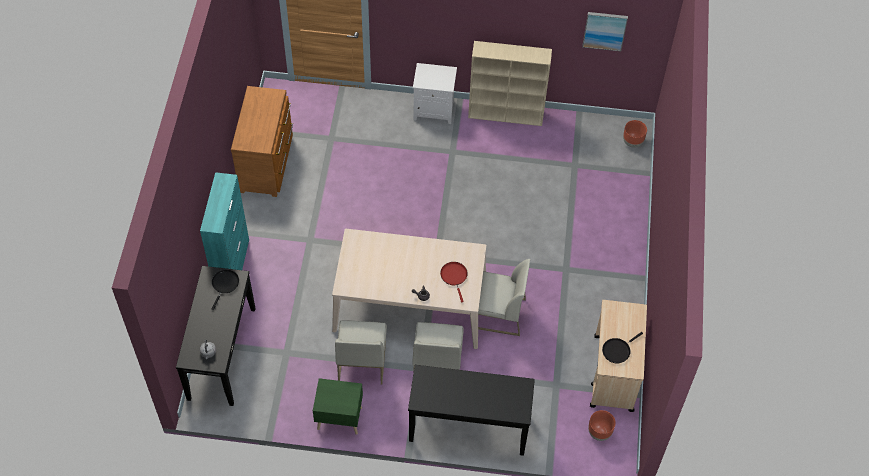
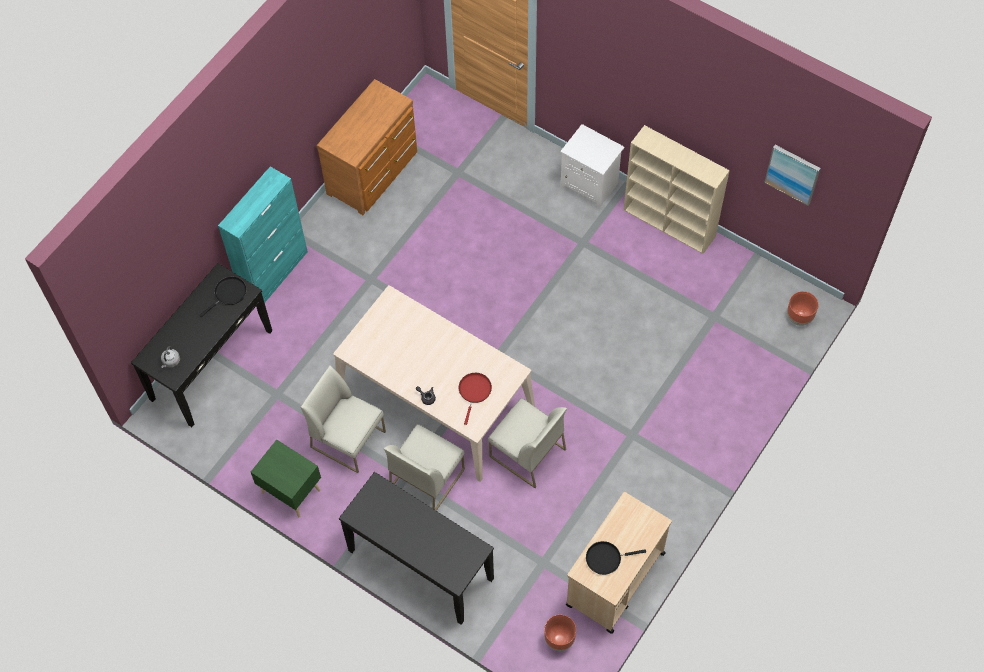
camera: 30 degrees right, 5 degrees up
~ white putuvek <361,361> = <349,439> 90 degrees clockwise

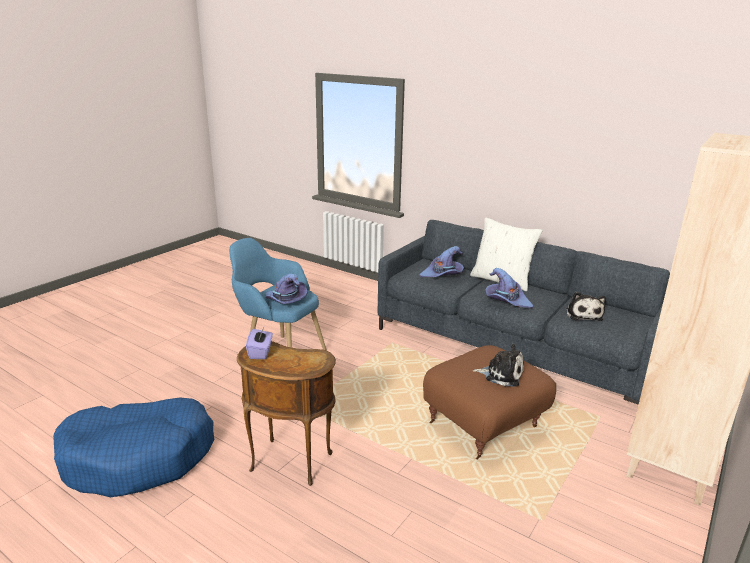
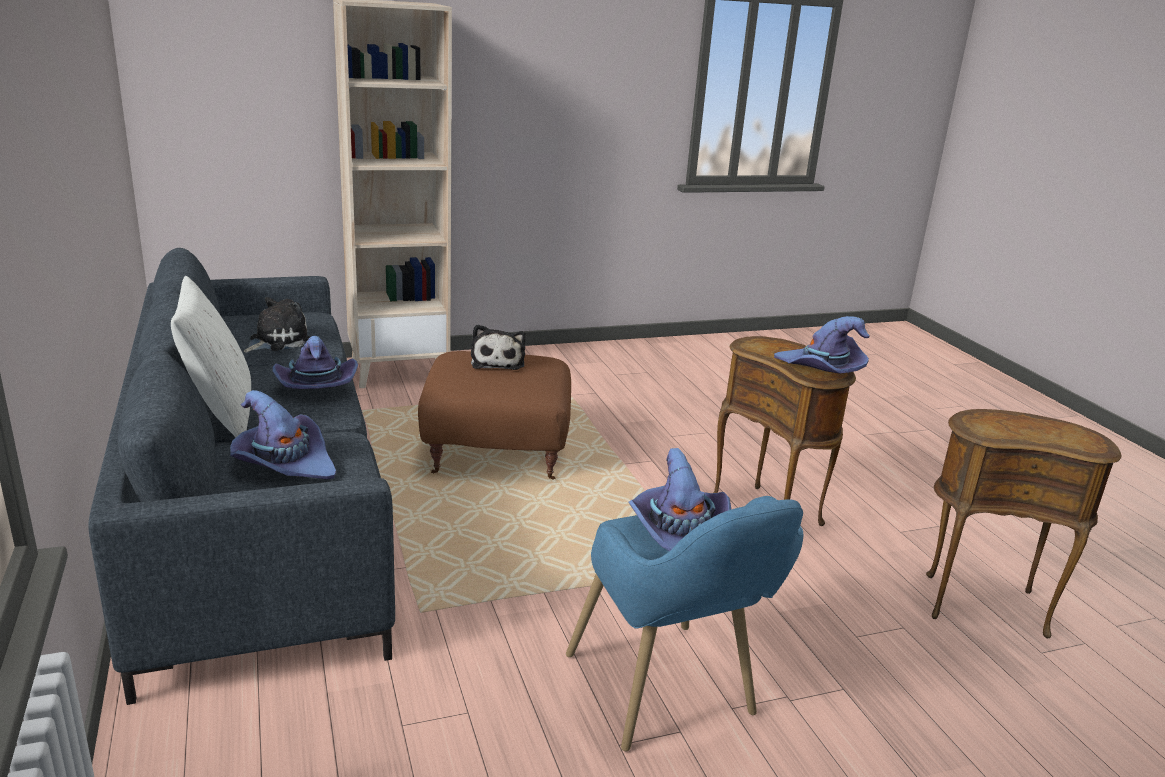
camera: 145 degrees left, 0 degrees up
~ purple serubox <260,352> to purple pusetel <821,370>
~ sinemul <501,374> = <498,361> 150 degrees counterclockwise
~ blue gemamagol <139,457> to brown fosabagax <982,602>

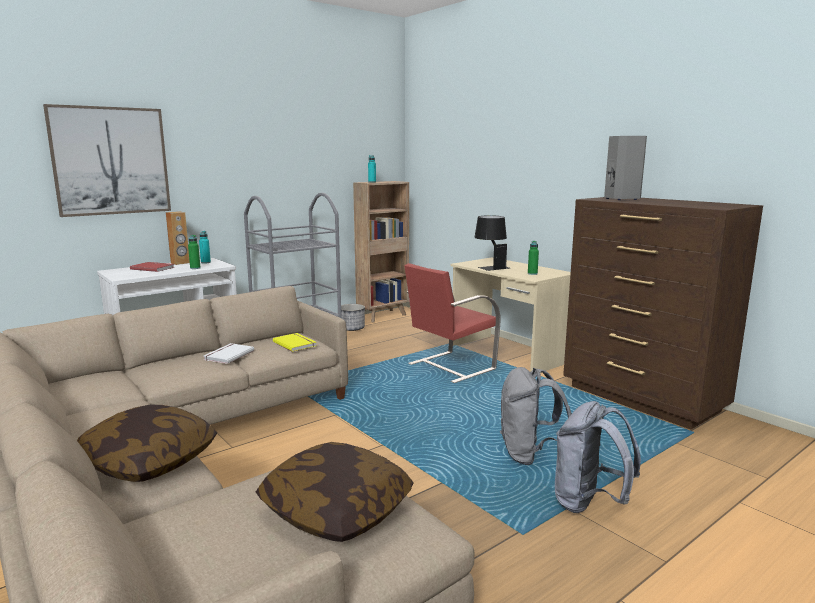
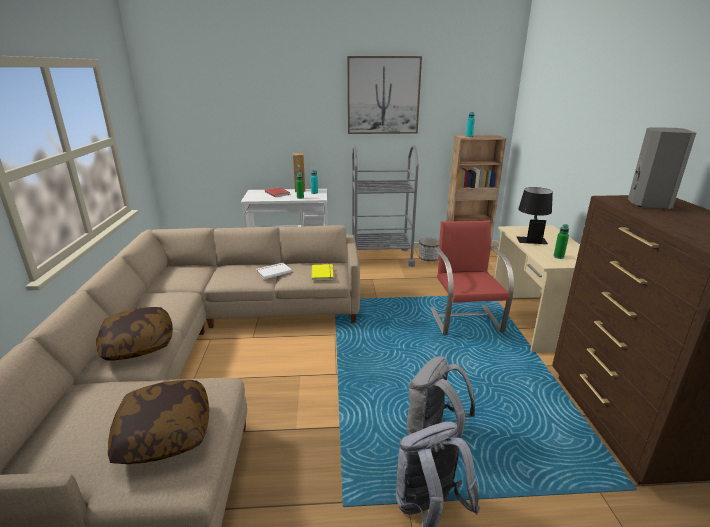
camera: 35 degrees right, 10 degrees up
~ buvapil <111,161> to <383,96>
~ red putuvek <449,367> = <465,319> 90 degrees clockwise

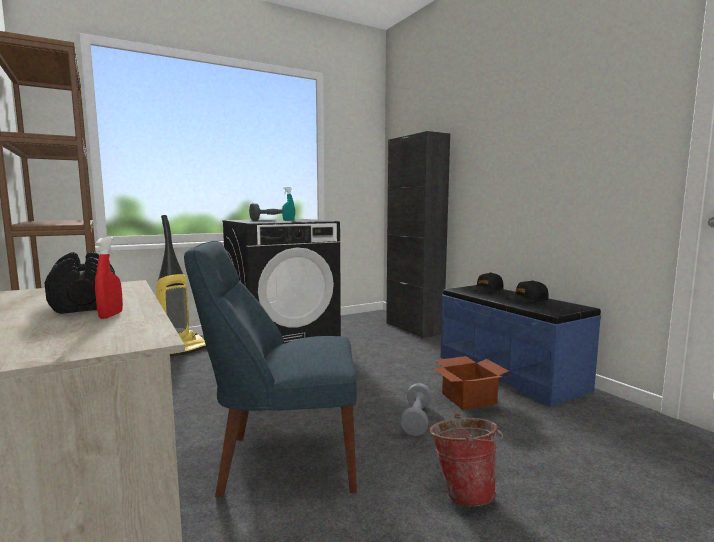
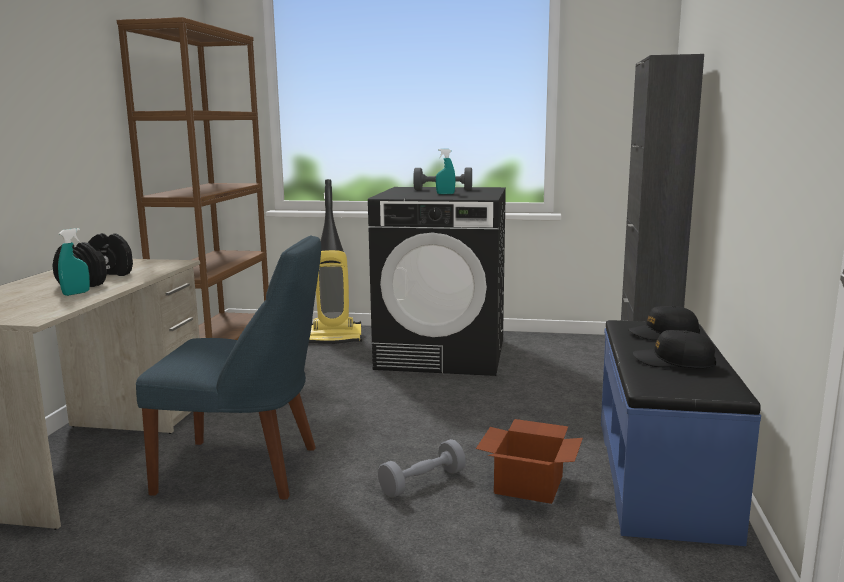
camera: 40 degrees right, 5 degrees up
~ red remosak <111,315> to turquoise remosak <76,293>
~ blue putuvek <282,461> = <246,470> 150 degrees clockwise
- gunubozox <463,492>

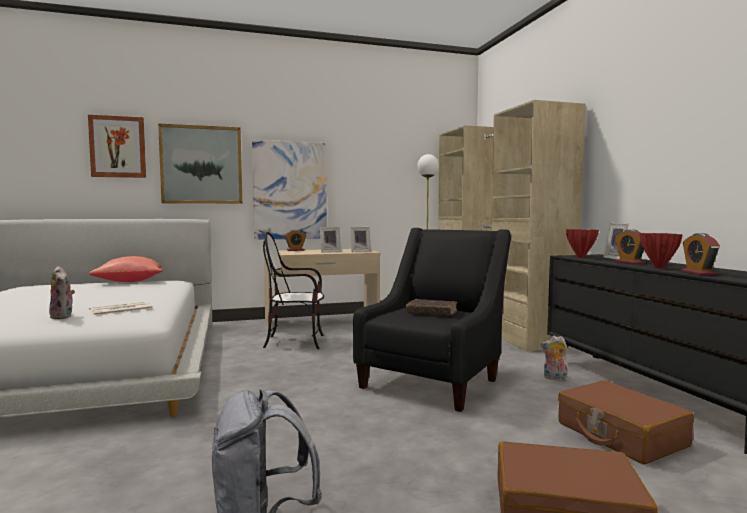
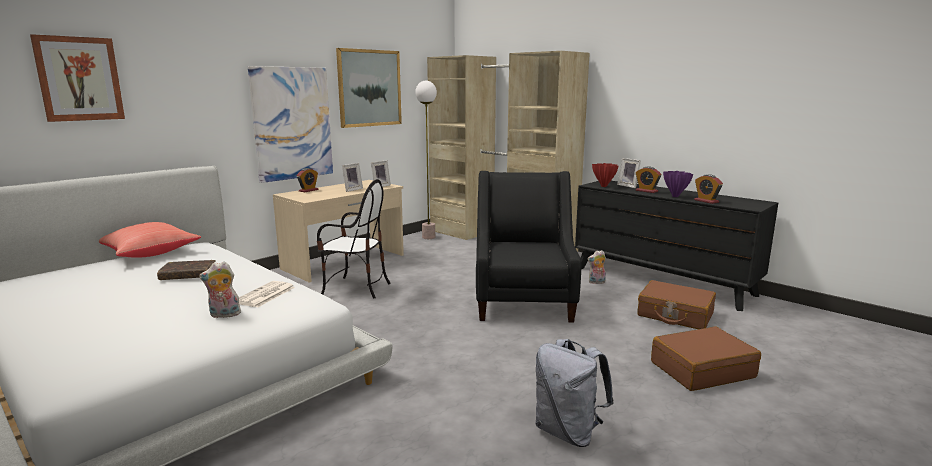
camera: 30 degrees left, 10 degrees up
~ buvapil <201,165> to <369,88>
~ putuvek <295,342> = <355,288> 135 degrees counterclockwise
~ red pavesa <658,268> to purple pavesa <674,196>
~ sinemul <63,316> = <224,315> 150 degrees clockwise
~ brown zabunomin <431,313> to <188,275>

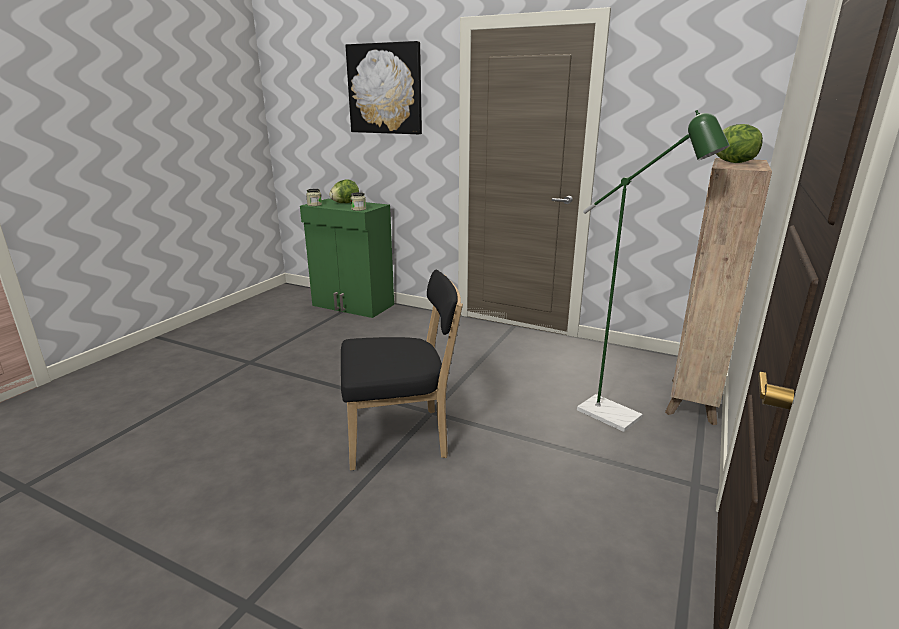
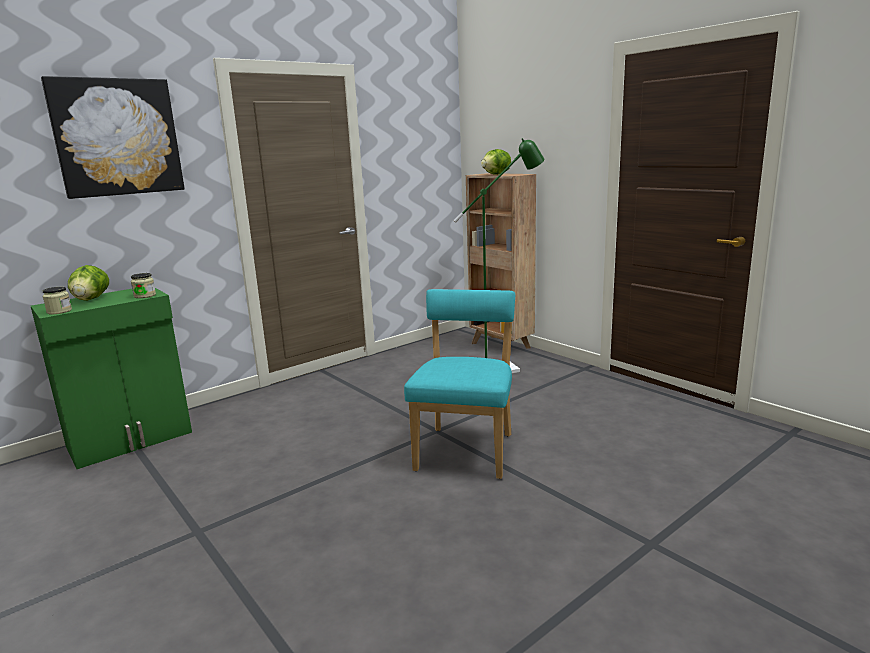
camera: 65 degrees left, 5 degrees down
~ black putuvek <402,437> to turquoise putuvek <466,449>

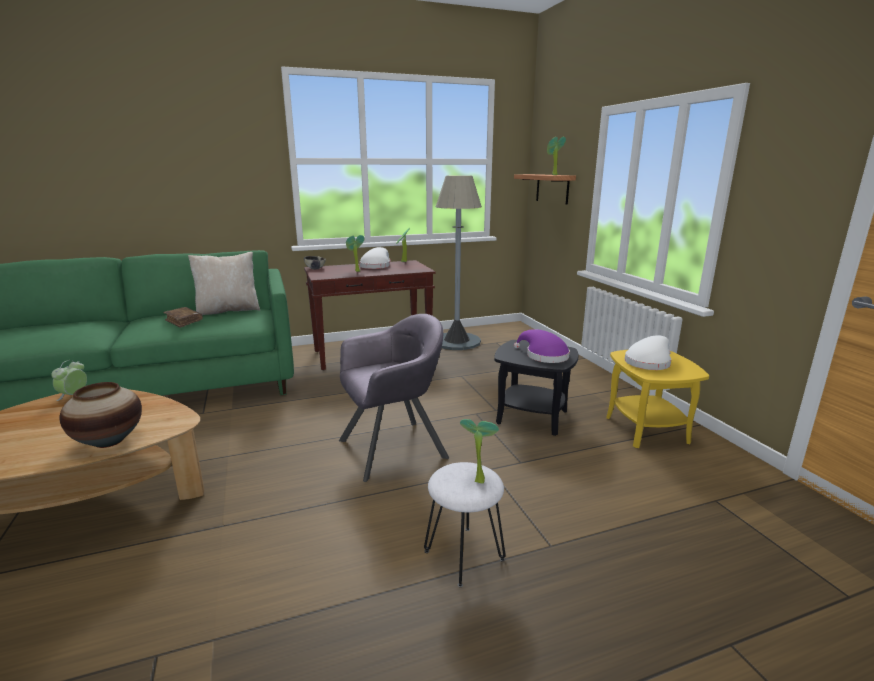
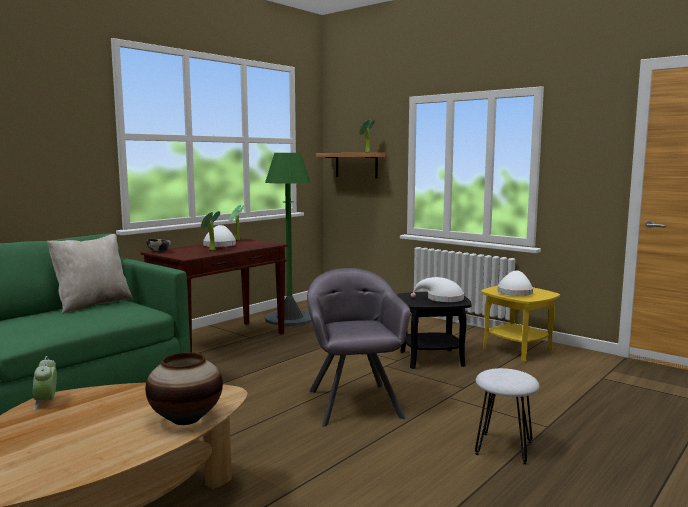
camera: 30 degrees left, 10 degrees down
~ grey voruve <456,341> to green voruve <290,319>
- brown zabunomin <184,321>
~ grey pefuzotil <393,448> = <355,403> 45 degrees counterclockwise
~ purple pusetel <543,356> to white pusetel <441,299>
- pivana <478,479>

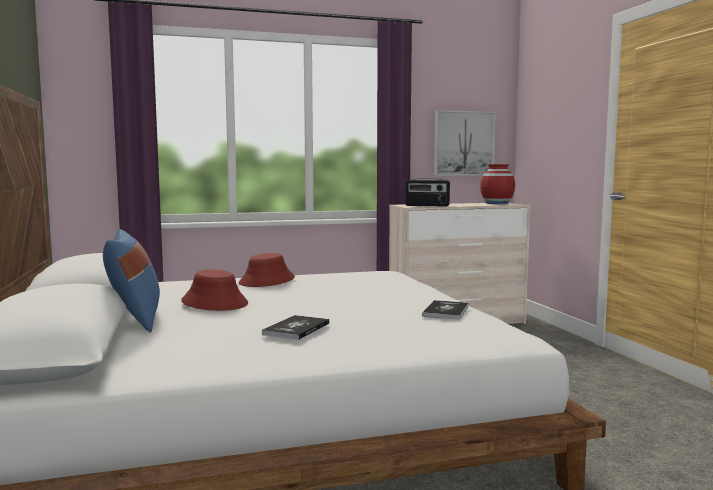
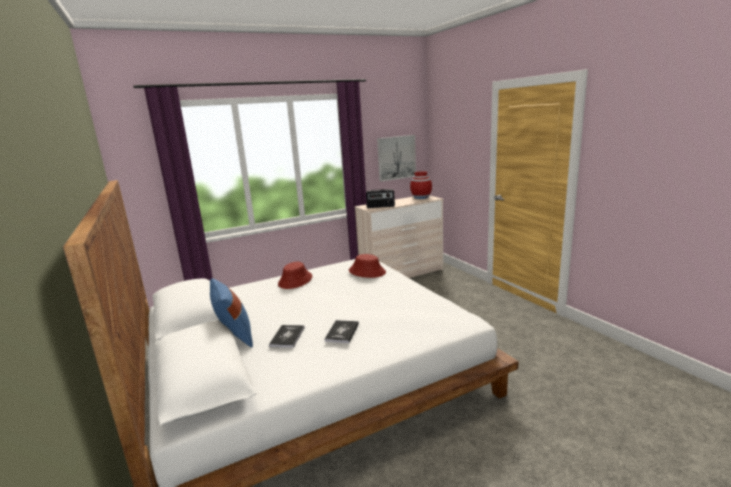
camera: 10 degrees left, 10 degrees up
~ red pusetel <215,303> to <367,271>
~ zabunomin <446,311> to <287,337>

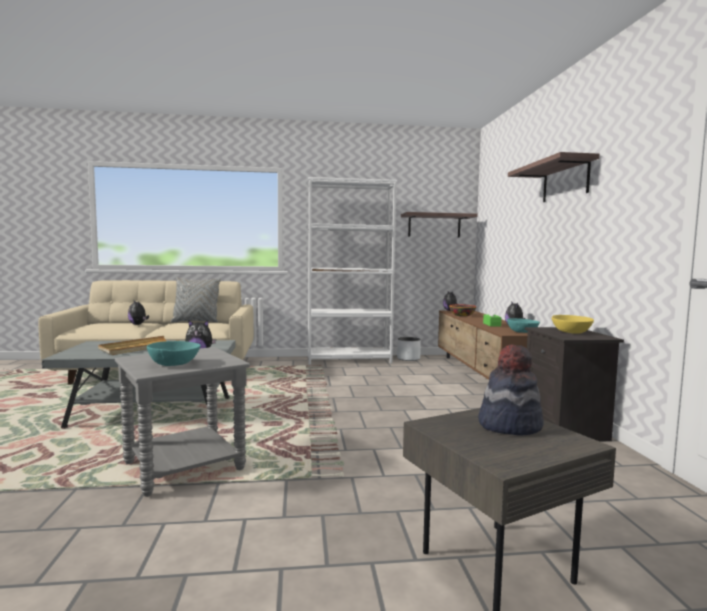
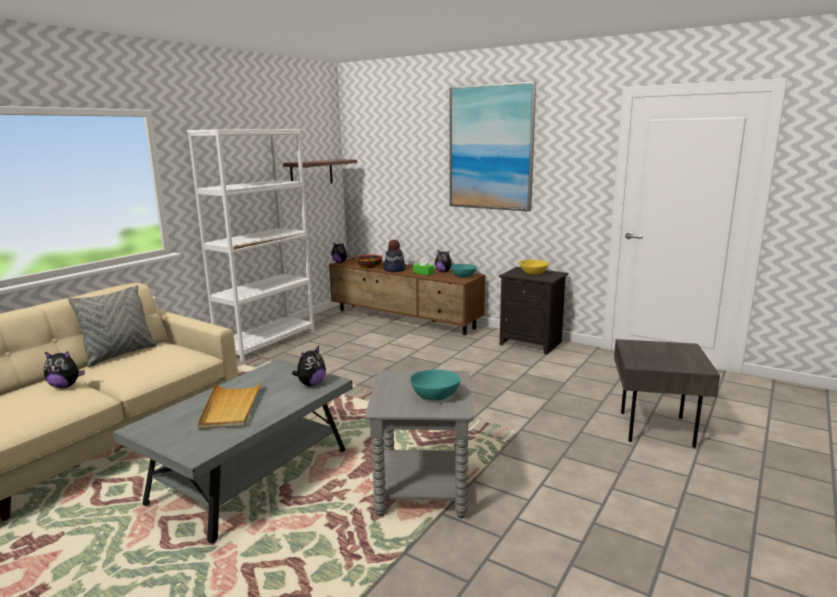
camera: 50 degrees left, 10 degrees up
~ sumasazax <565,181> to buvapil <491,148>
- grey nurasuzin <408,358>
~ pusetel <509,425> to <394,269>

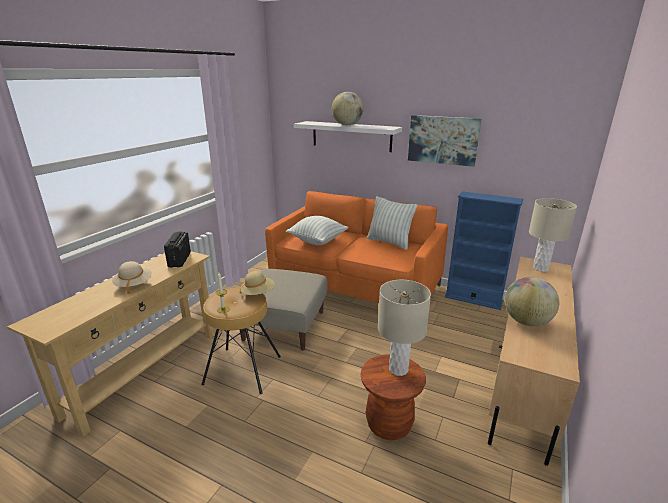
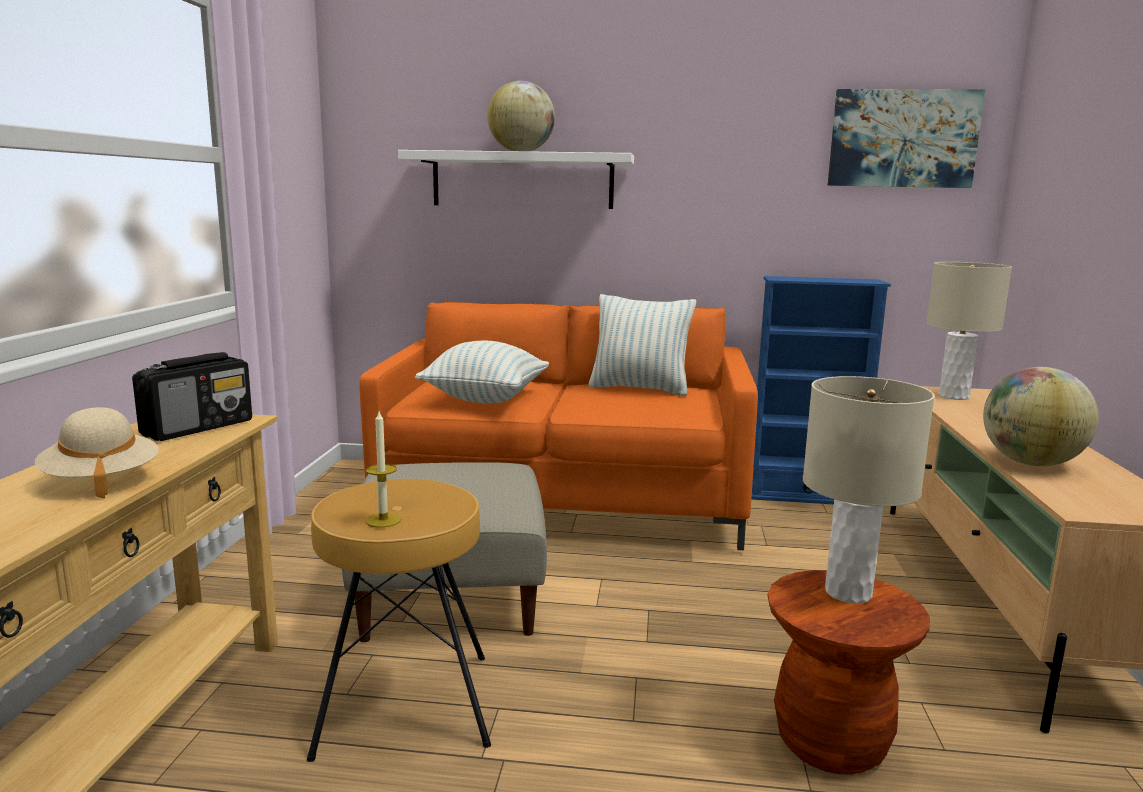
camera: 20 degrees left, 10 degrees down
~ buvapil <443,140> to <903,139>
~ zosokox <179,260> = <199,428> 120 degrees counterclockwise
- beige pusetel <258,293>

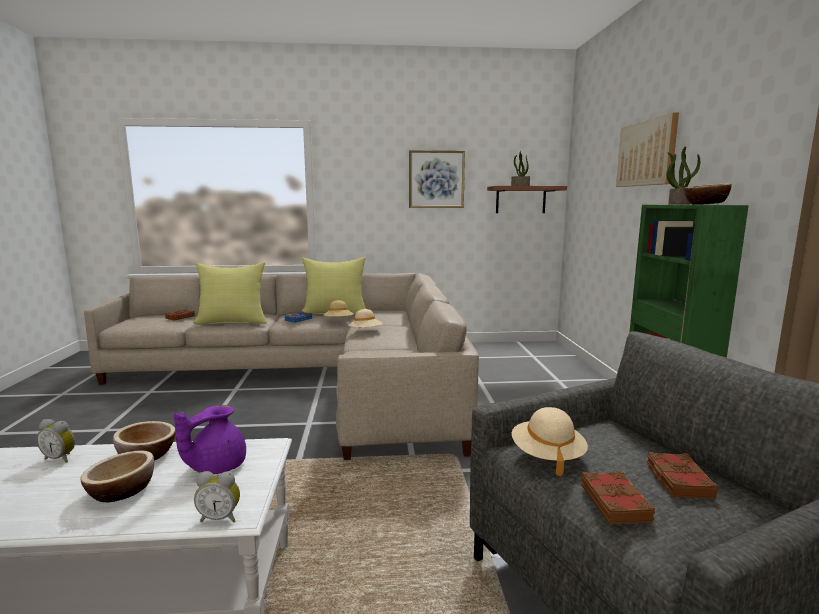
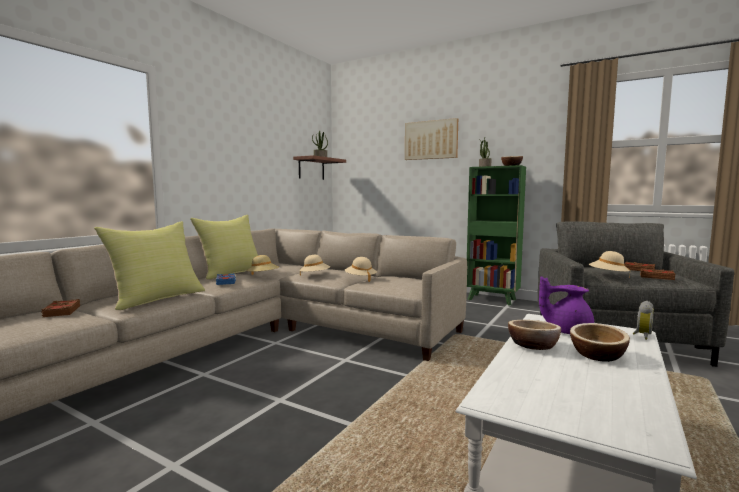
camera: 55 degrees left, 5 degrees down
- buvapil <436,179>
~ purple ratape <215,467> = <566,331> 120 degrees clockwise
- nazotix <61,458>
+ beige pusetel <360,279>

